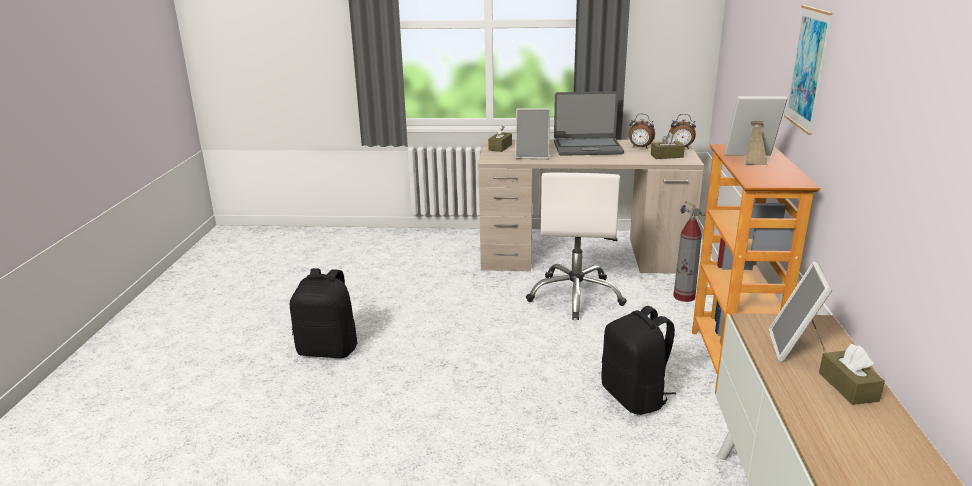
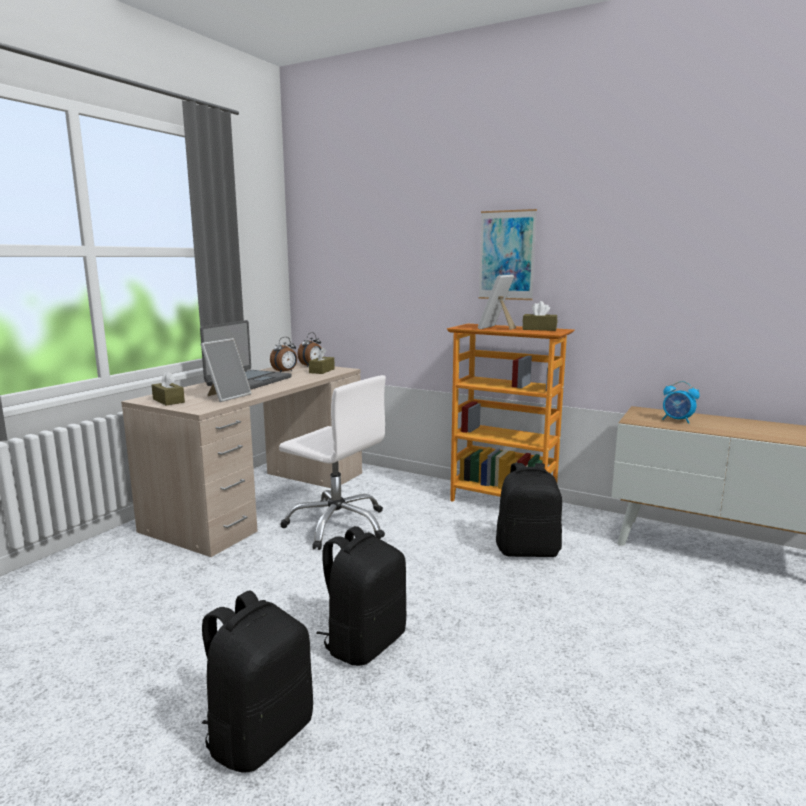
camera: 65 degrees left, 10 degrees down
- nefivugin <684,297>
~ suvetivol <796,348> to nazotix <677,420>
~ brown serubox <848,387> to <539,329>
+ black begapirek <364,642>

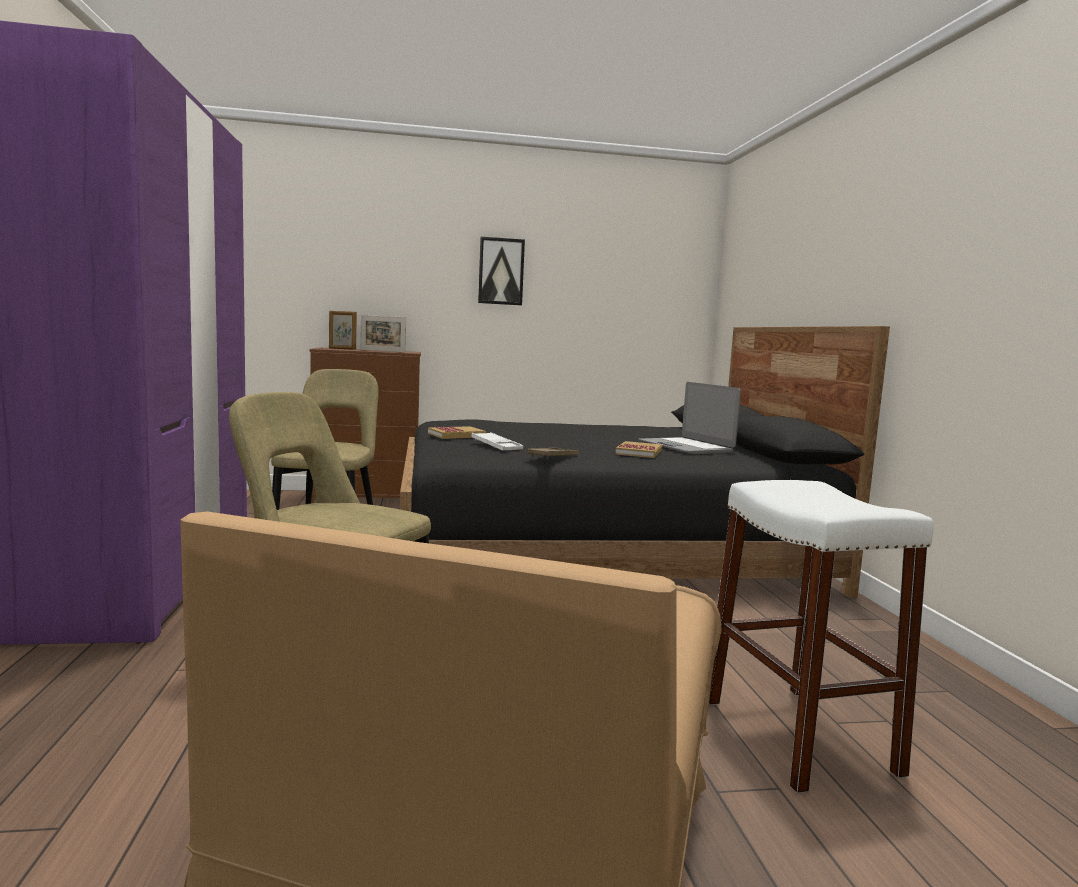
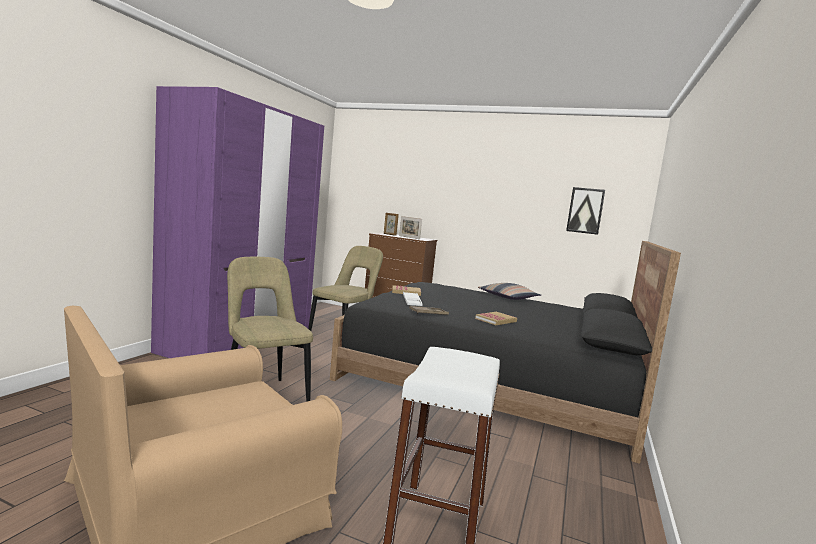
camera: 30 degrees right, 0 degrees up
~ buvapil <501,271> to <585,210>
- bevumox <686,447>
+ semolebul <508,298>

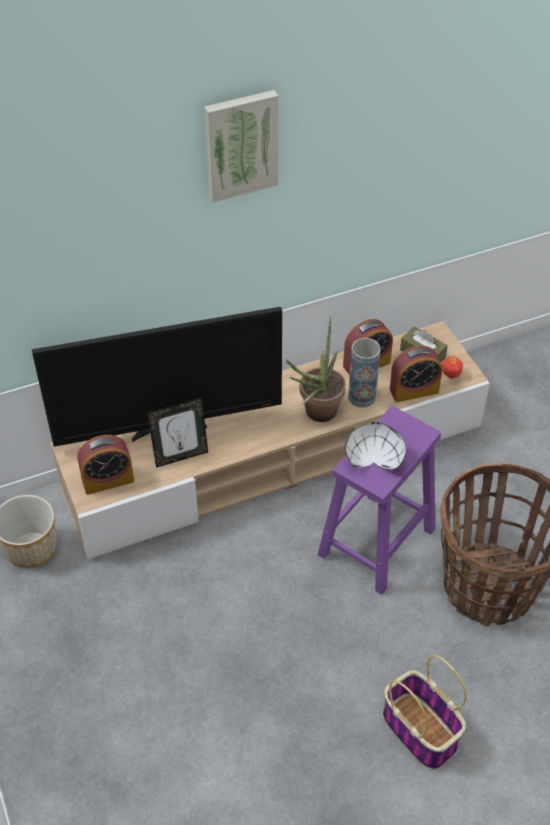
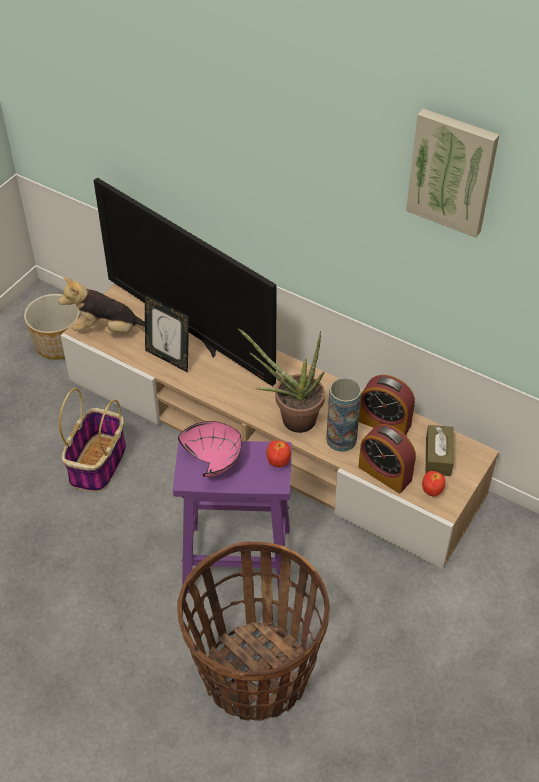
camera: 55 degrees right, 0 degrees up
~ buvapil <240,144> to <452,171>
~ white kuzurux <373,458> to pink kuzurux <215,459>
~ nazotix <108,480> to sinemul <109,330>
~ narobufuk <421,732> to <98,464>
+ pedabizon <278,462>

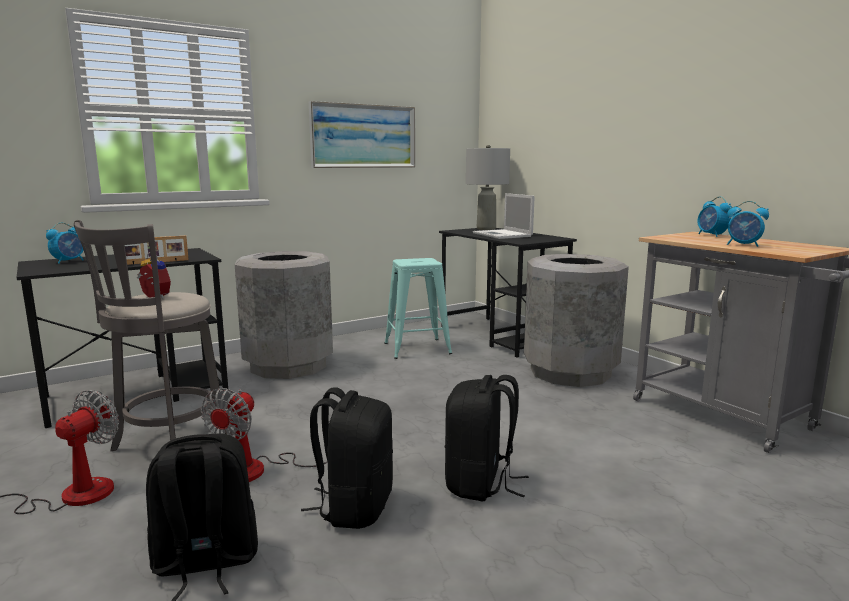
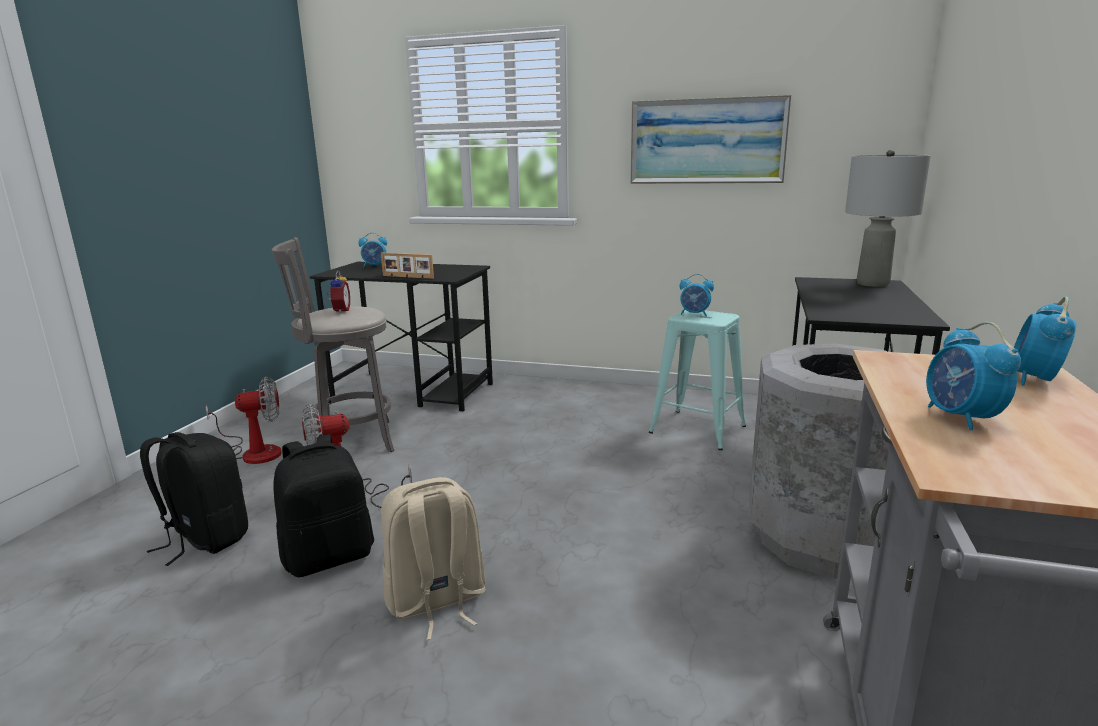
camera: 50 degrees right, 5 degrees up
- bevumox <503,235>
- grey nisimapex <288,365>
~ black begapirek <480,484> to beige begapirek <436,602>
+ nazotix <694,314>

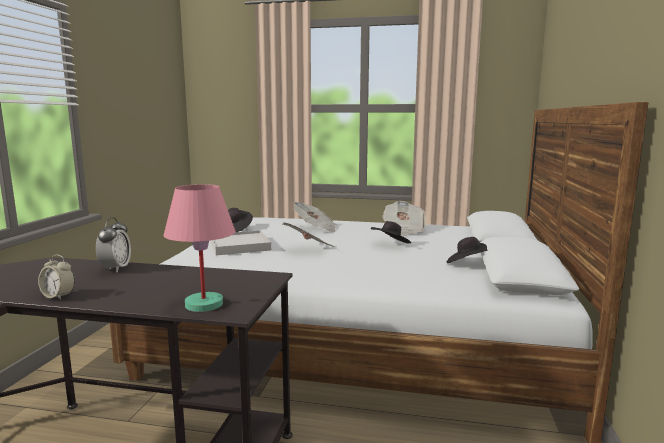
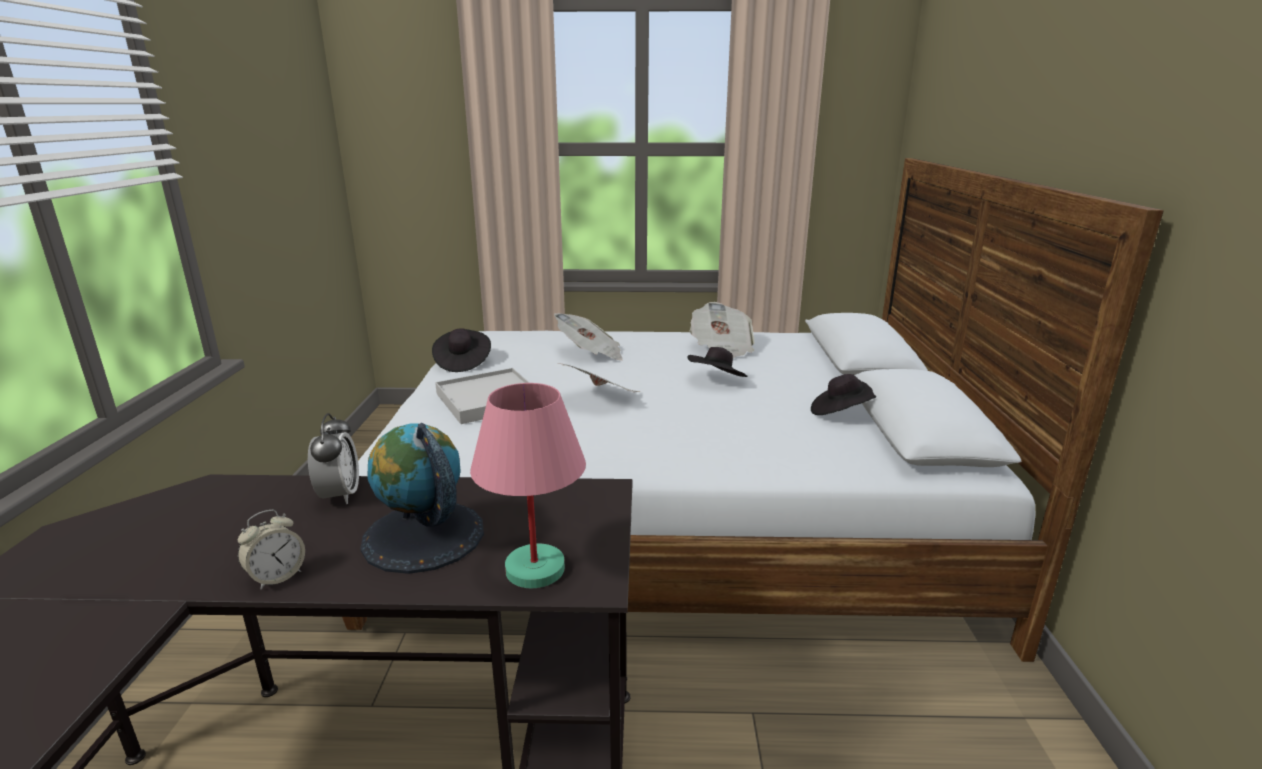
camera: 10 degrees left, 10 degrees up
~ nazotix <58,296> = <277,576> 60 degrees counterclockwise
+ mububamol <423,536>

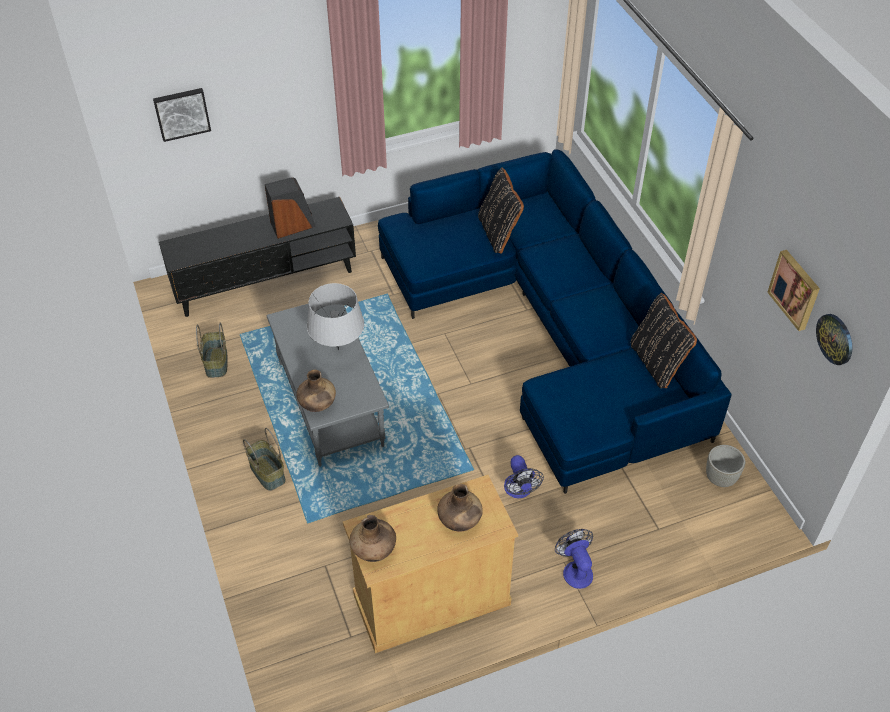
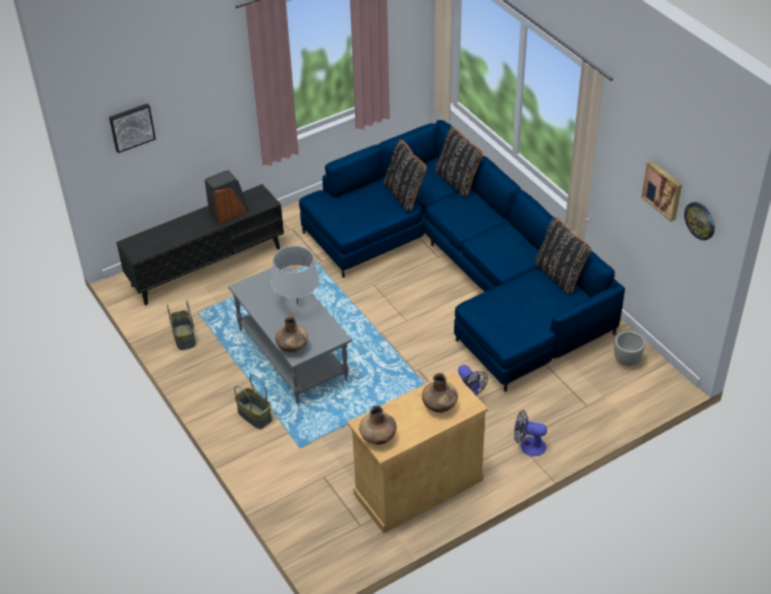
camera: 10 degrees left, 5 degrees down
~ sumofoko <575,569> = <528,446> 45 degrees counterclockwise
+ black semolebul <458,181>

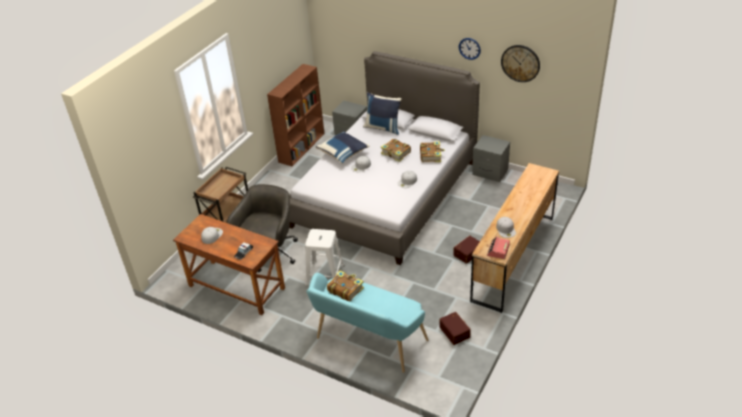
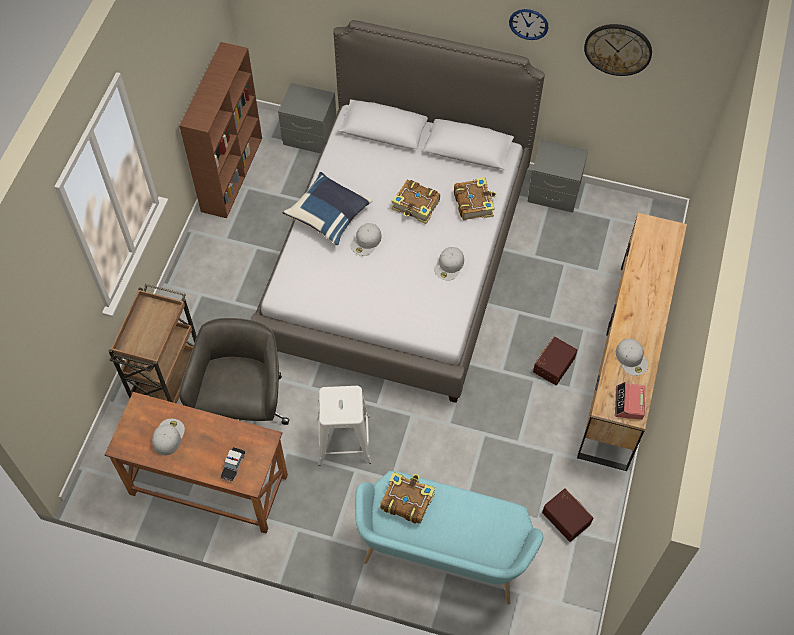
camera: 15 degrees left, 20 degrees up
- blue semolebul <383,127>

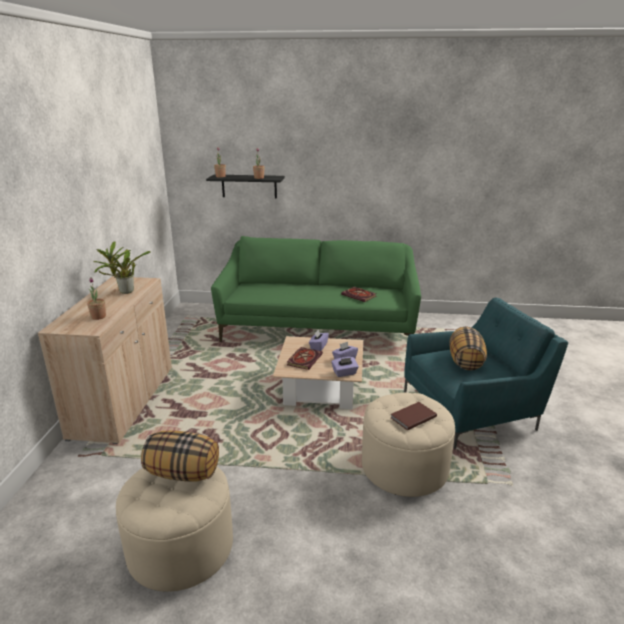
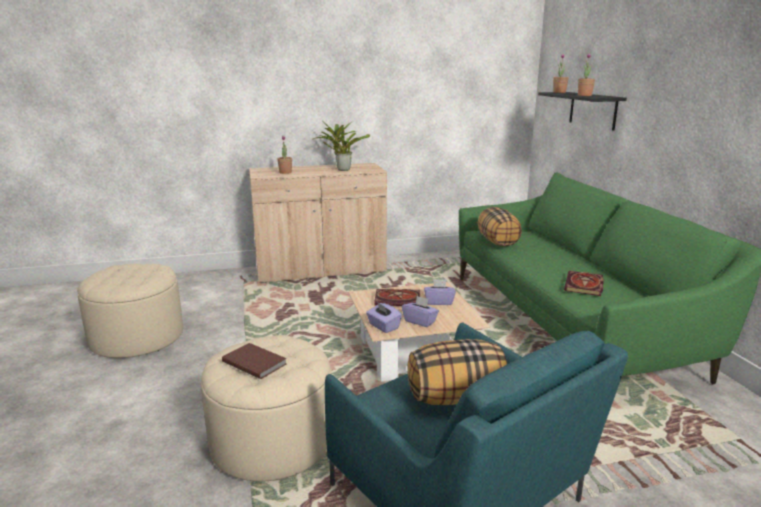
camera: 70 degrees right, 5 degrees down
~ semolebul <183,473> to <498,242>

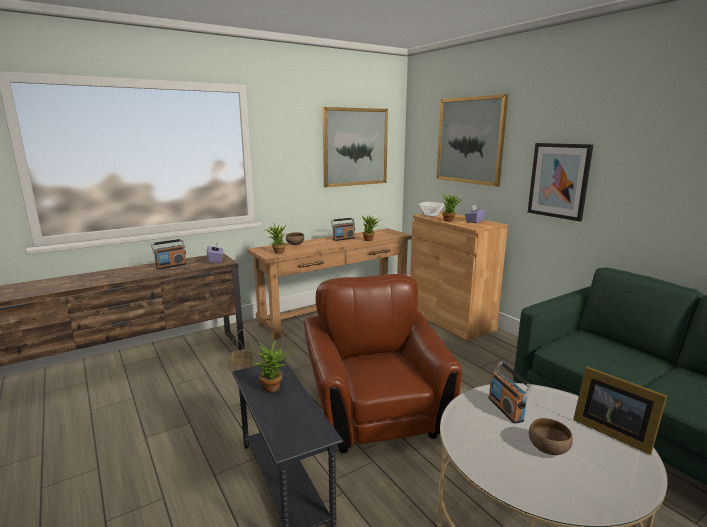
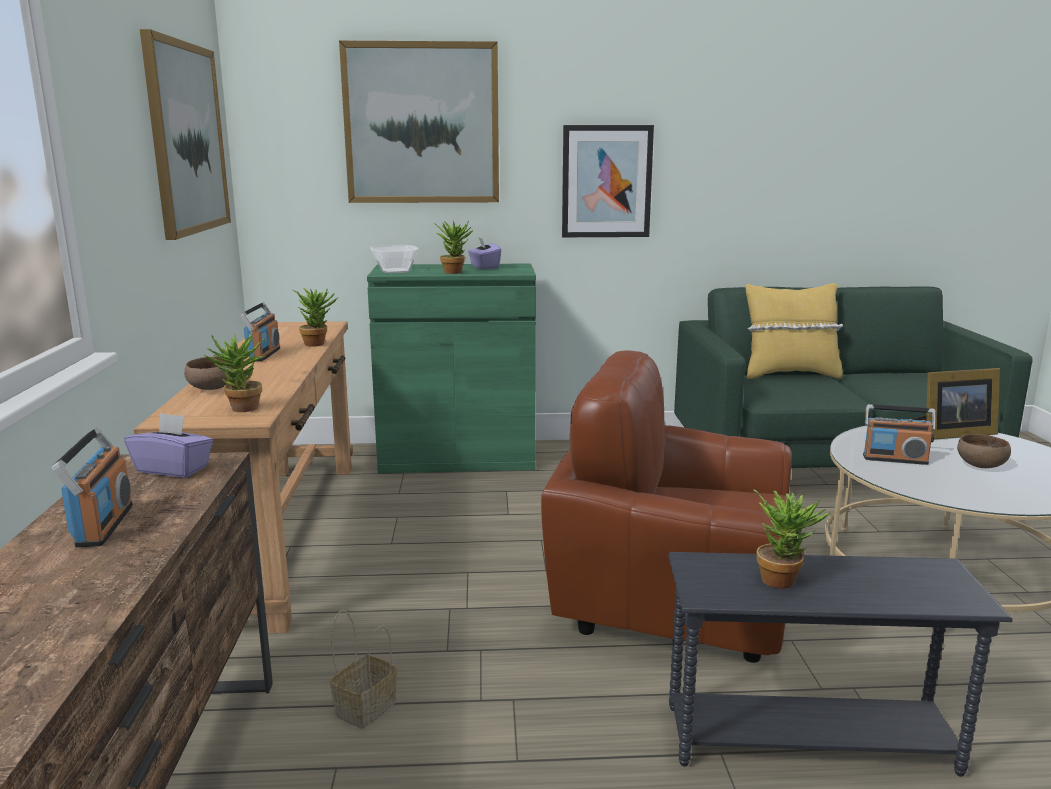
camera: 60 degrees left, 0 degrees up
~ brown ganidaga <450,320> to green ganidaga <457,457>
+ yellow semolebul <789,374>

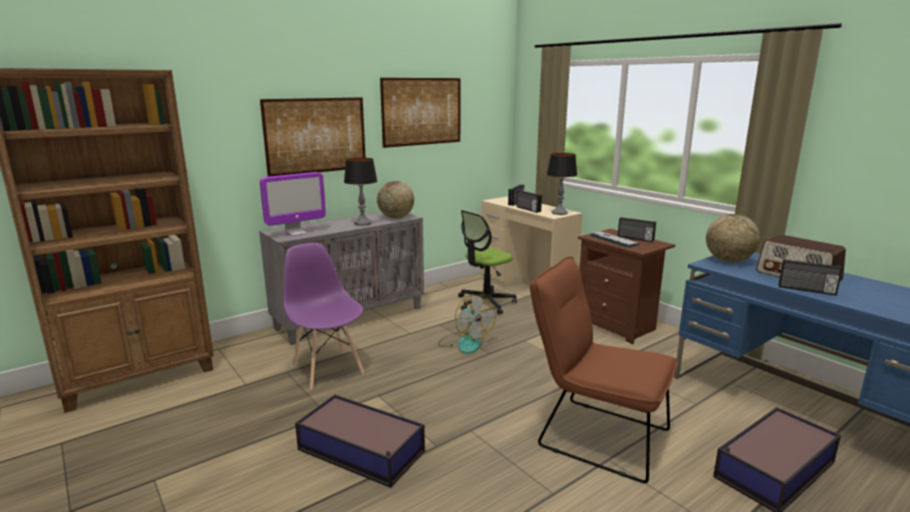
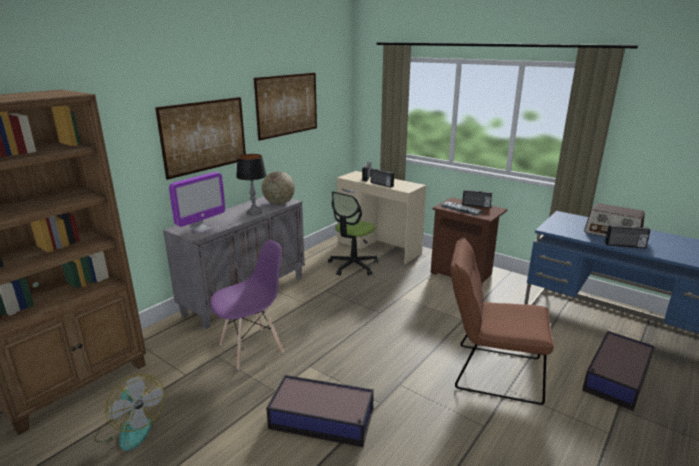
camera: 15 degrees left, 5 degrees up
- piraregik <559,213>
- mububamol <728,261>
~ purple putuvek <327,369> = <252,348> 105 degrees clockwise
~ sumofoko <465,342> to <131,428>

